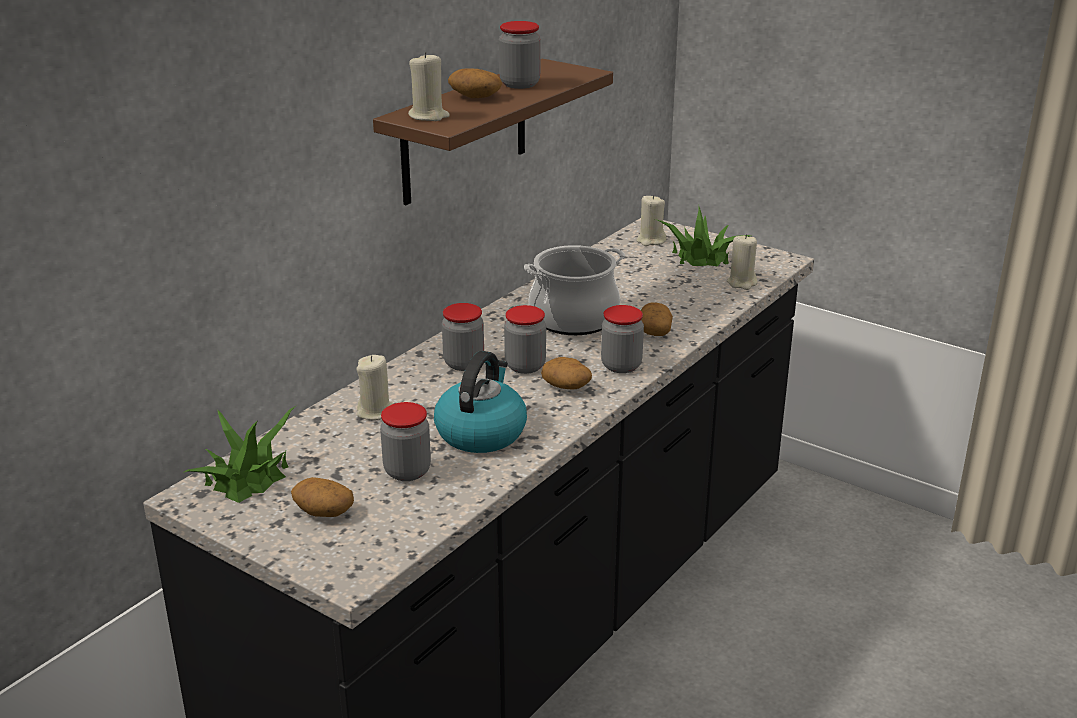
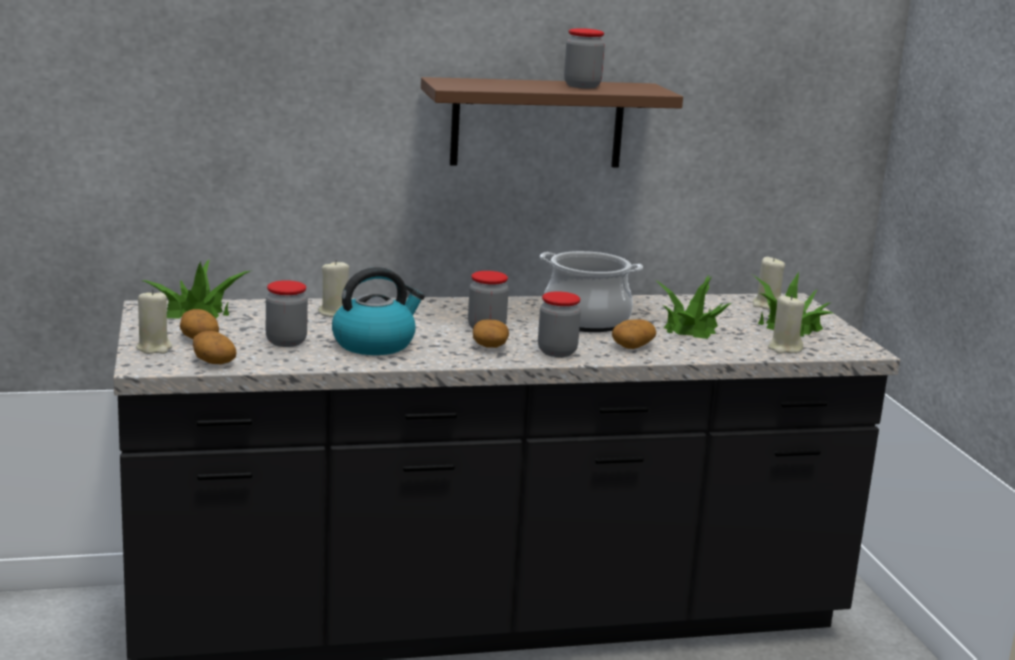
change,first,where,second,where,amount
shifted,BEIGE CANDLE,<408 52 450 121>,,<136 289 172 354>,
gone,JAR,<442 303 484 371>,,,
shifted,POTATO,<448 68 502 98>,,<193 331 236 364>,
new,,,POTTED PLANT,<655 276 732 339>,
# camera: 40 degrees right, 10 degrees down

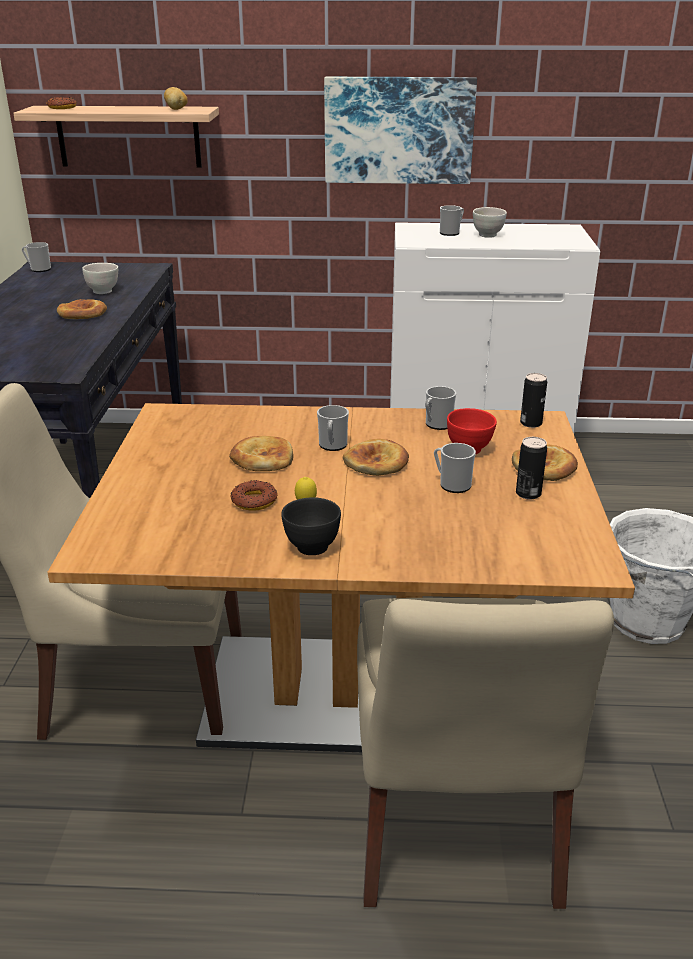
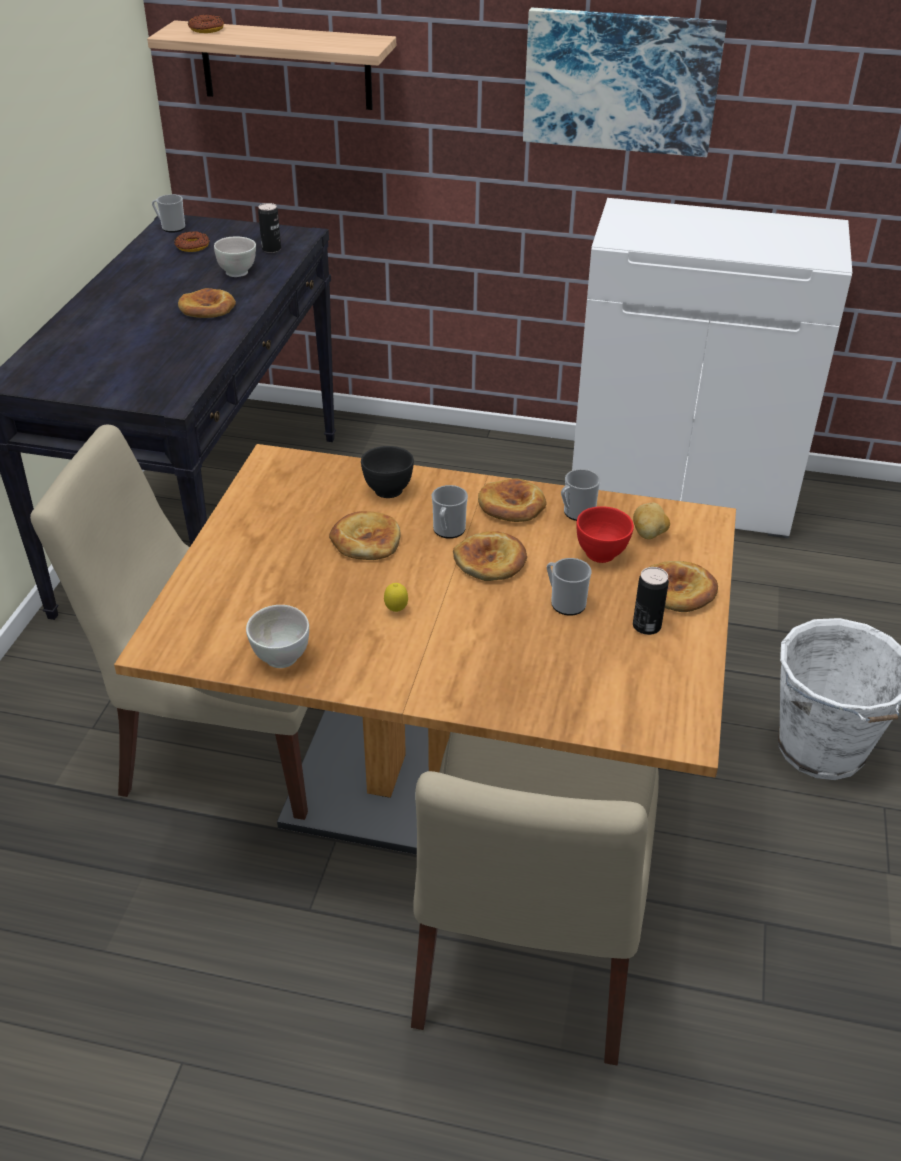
change,first,where,second,where,amount
shifted,POTATO,<164 87 188 110>,,<633 503 670 539>,
shifted,DONUT,<230 480 278 511>,,<174 231 210 252>,
shifted,BLACK BOWL,<281 497 341 555>,,<361 446 414 498>,
gone,MUG,<440 205 464 236>,,,
shifted,WHITE BOWL,<473 207 507 238>,,<246 605 309 668>,
shifted,CAN,<520 373 547 428>,,<258 203 281 253>,
new,,,BREAD,<478 478 547 522>,
# camera: 10 degrees right, 10 degrees up

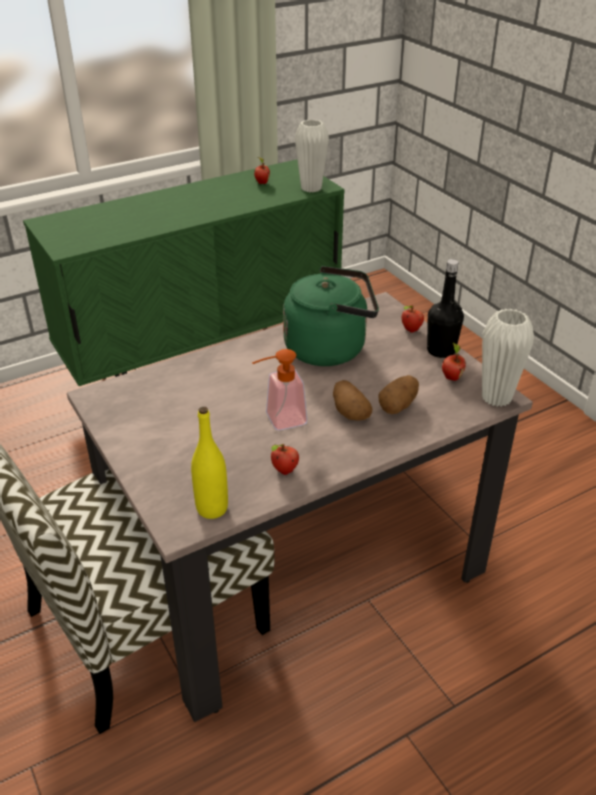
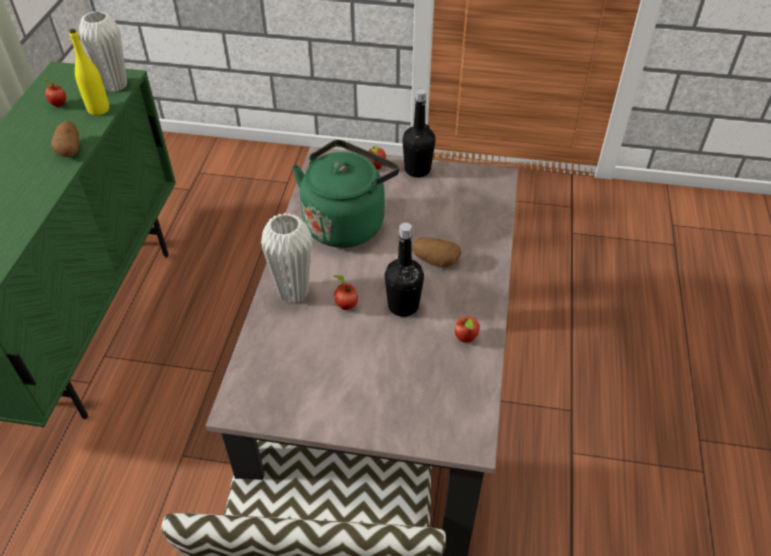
change,first,where,second,where,amount
shifted,YELLOW BOTTLE,<191 407 228 519>,,<69 29 109 115>,
swapped,SOAP DISPENSER,<252 349 307 430>,BLACK BOTTLE,<385 223 424 317>,
shifted,POTATO,<378 375 419 414>,,<51 121 80 157>,
shifted,APPLE,<442 342 466 381>,,<333 275 358 310>,
shifted,WHITE VASE,<482 309 534 407>,,<261 213 312 304>,
# camera: 50 degrees left, 10 degrees up

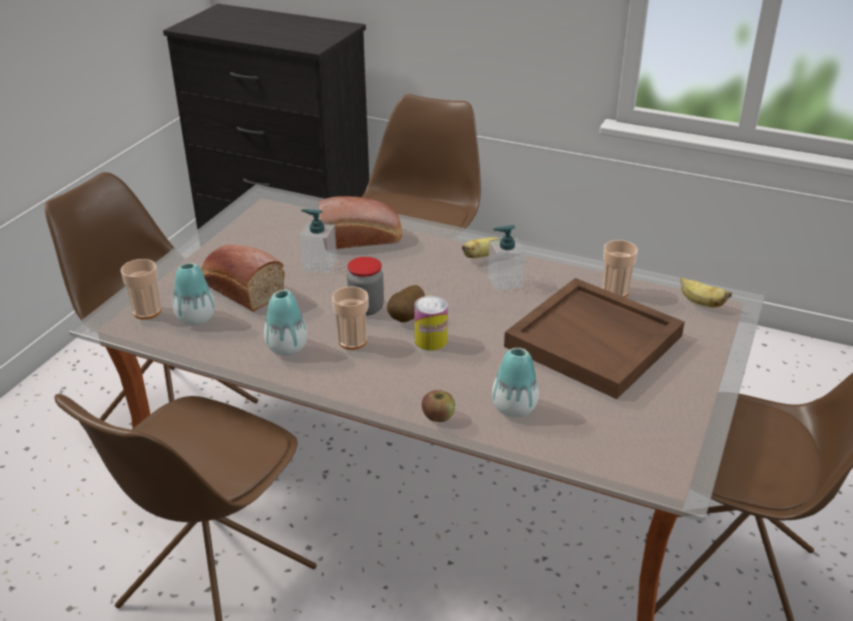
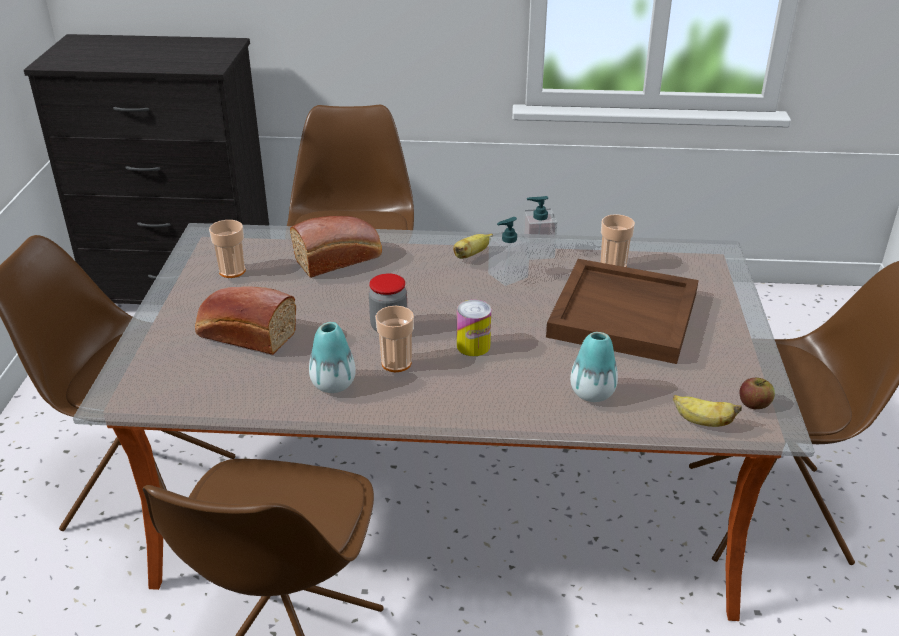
change,first,where,second,where,amount
shifted,CUP,<121 259 161 319>,,<209 220 246 278>,
gone,VASE,<173 263 215 326>,,,
shifted,SOAP DISPENSER,<299 209 337 273>,,<523 196 557 260>,
gone,POTATO,<387 285 425 322>,,,
shifted,APPLE,<422 390 455 422>,,<739 378 775 409>,
shifted,BANANA,<680 277 732 307>,,<673 395 742 427>,
# camera: 20 degrees left, 0 degrees up

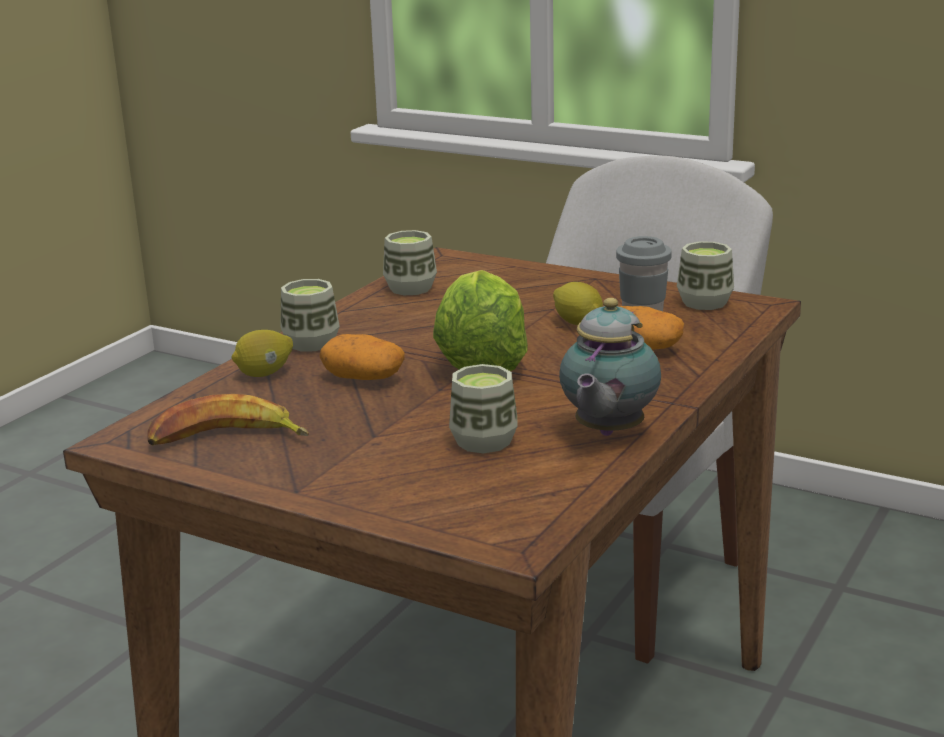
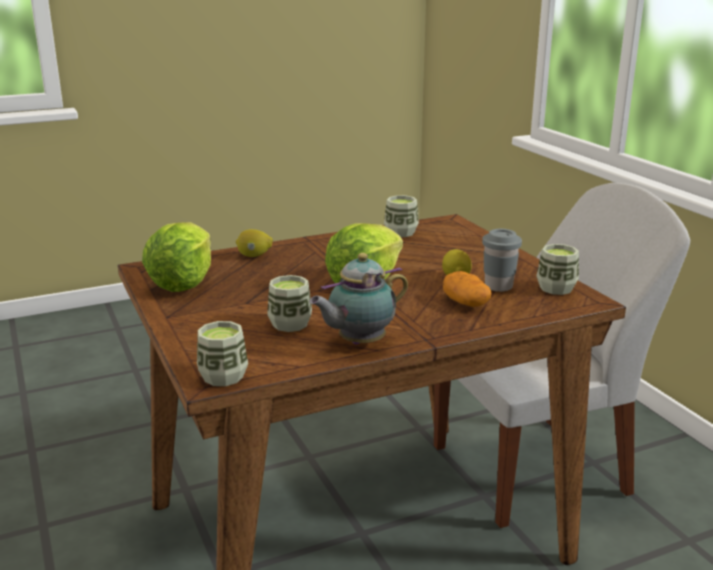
change,first,where,second,where,amount
swapped,BANANA,<147 394 309 445>,LETTUCE,<142 222 211 292>,
shifted,CUP,<281 279 340 351>,,<197 321 248 386>,
gone,POTATO,<319 334 405 380>,,,
# camera: 35 degrees right, 0 degrees up

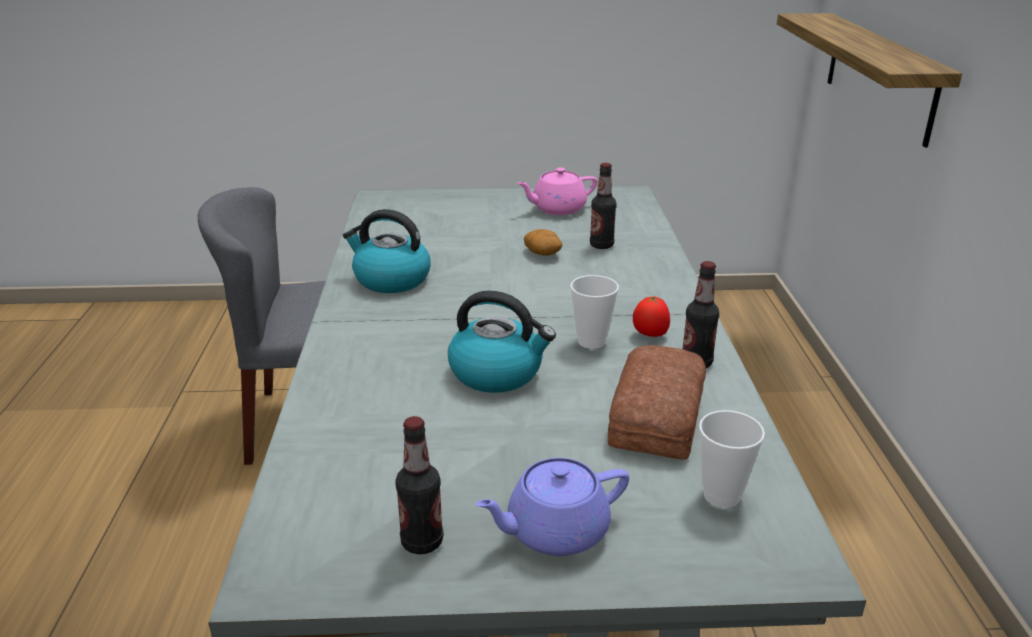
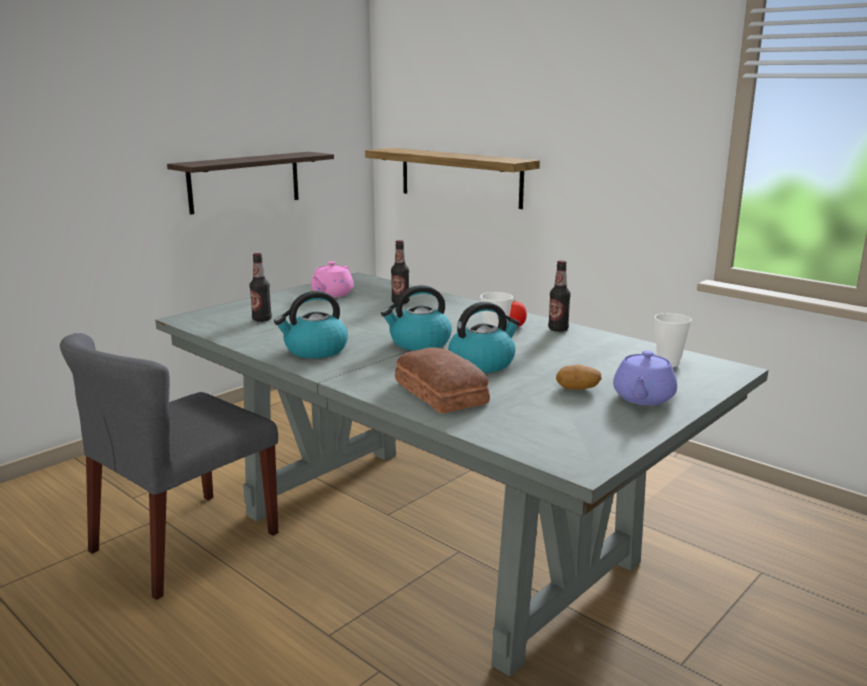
change,first,where,second,where,amount
shifted,BOTTLE,<395 416 443 554>,,<249 253 272 322>,
shifted,POTATO,<524 229 562 256>,,<556 365 601 390>,
shifted,BREAD,<608 345 706 459>,,<395 347 490 413>,
new,,,SHELF,<167 152 334 215>,
new,,,KETTLE,<381 285 452 351>,
# camera: 45 degrees left, 10 degrees down

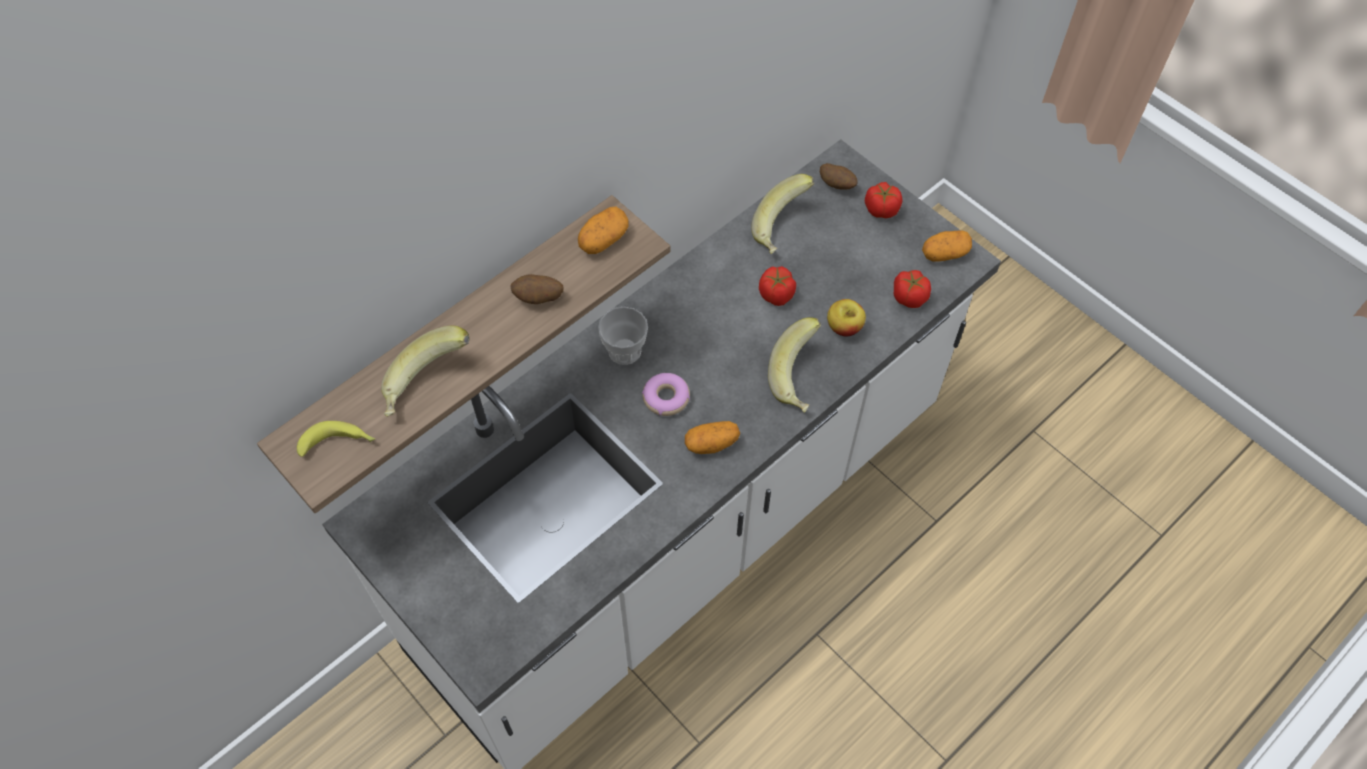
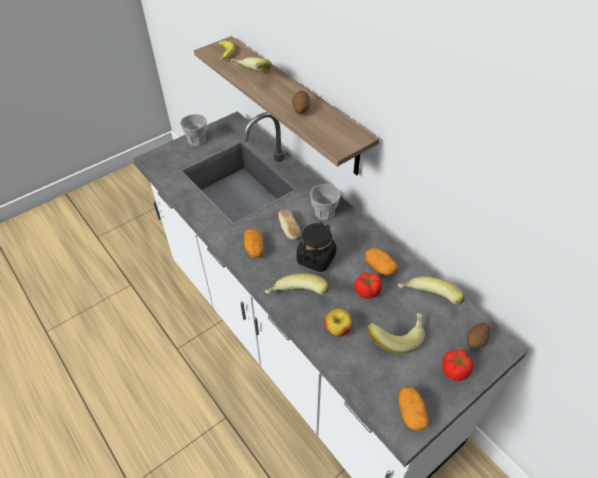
change,first,where,second,where,amount
shifted,POTATO,<578 207 629 254>,,<365 248 398 276>,
swapped,DONUT,<642 373 690 416>,BREAD,<278 209 300 240>,
gone,TOMATO,<893 270 931 308>,,,
new,,,CUP,<180 114 207 146>,
new,,,BLACK JAR,<296 222 336 272>,
new,,,BANANA,<368 313 425 354>,
# camera: 95 degrees right, 10 degrees down

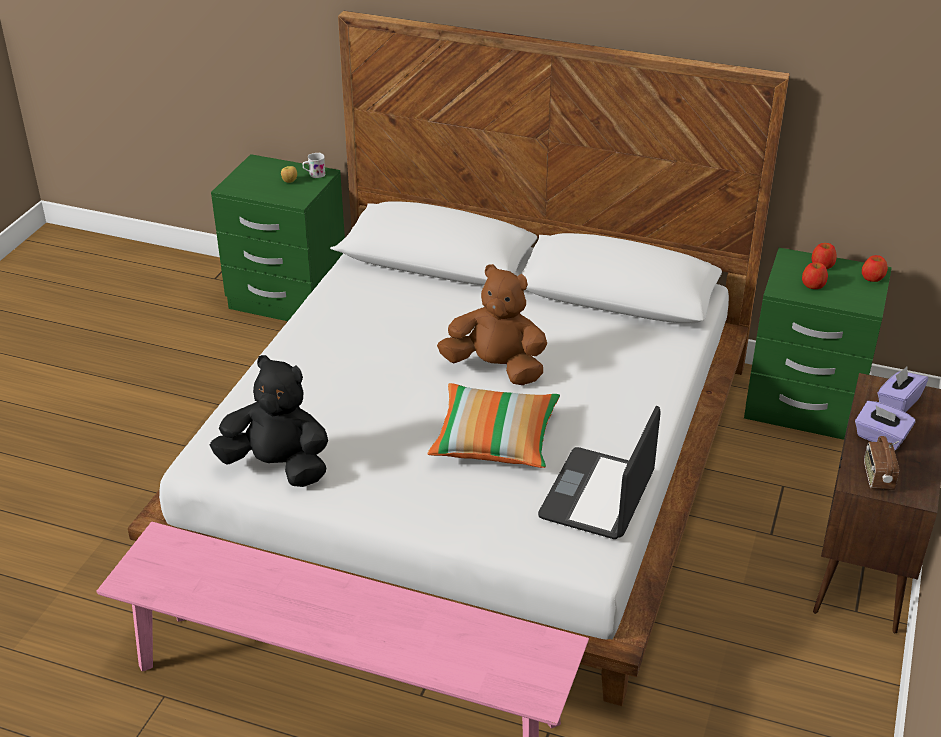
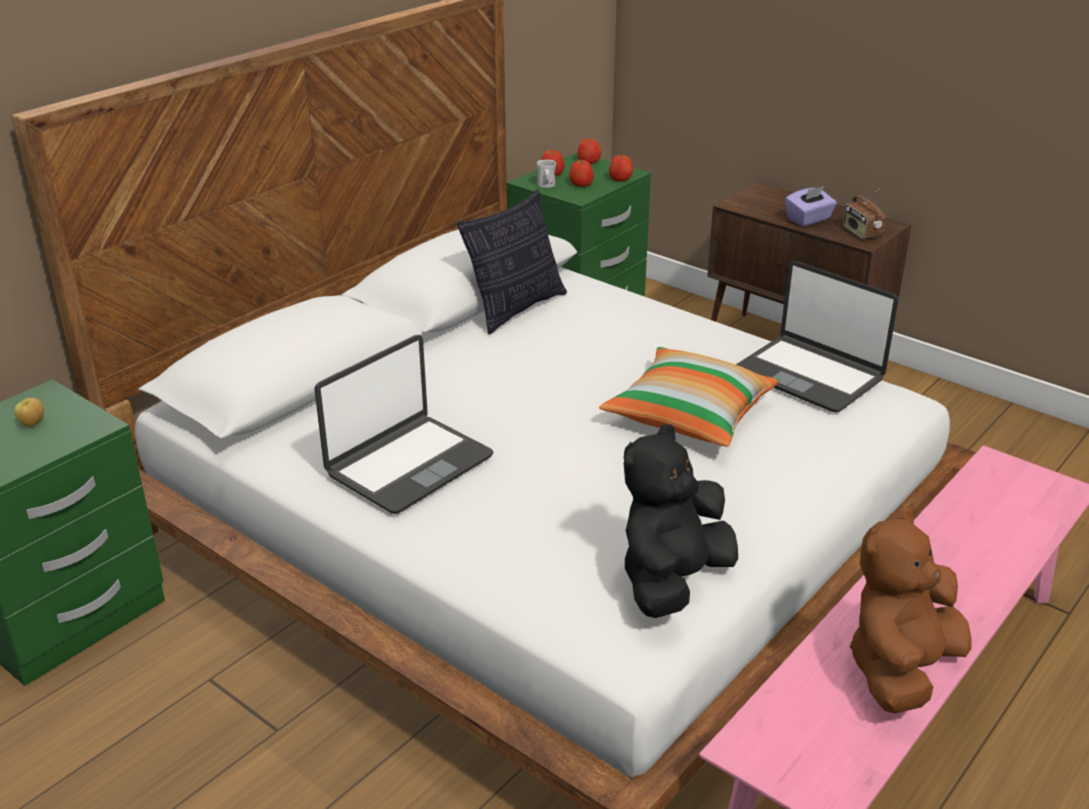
change,first,where,second,where,amount
shifted,WHITE MUG,<303 153 325 178>,,<537 160 556 188>,
shifted,BROWN PLUSH TOY,<437 264 547 385>,,<849 508 971 714>,
rotated,RADIO,<864 436 899 490>,,<843 189 885 240>,45 degrees clockwise
gone,PURPLE TISSUE BOX,<877 366 928 413>,,,
new,,,LAPTOP,<315 335 494 514>,
new,,,PILLOW,<457 190 567 335>,
new,,,APPLE,<609 155 633 181>,
# camera: 70 degrees left, 5 degrees down

